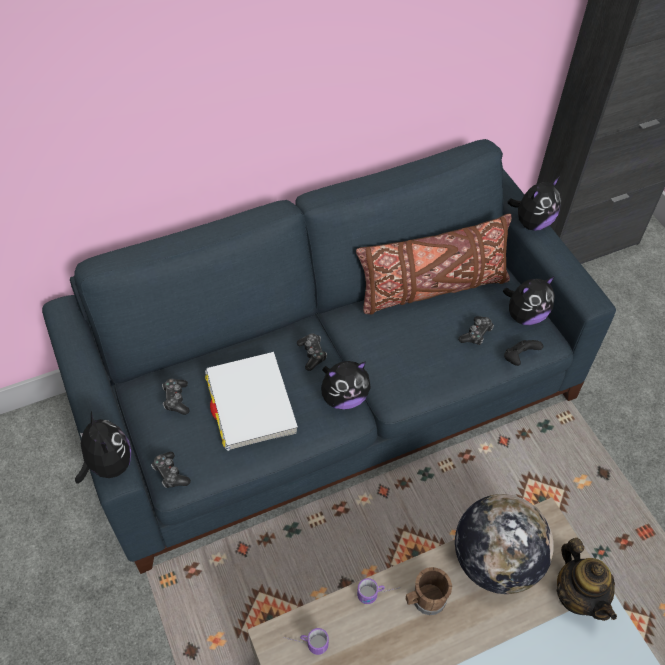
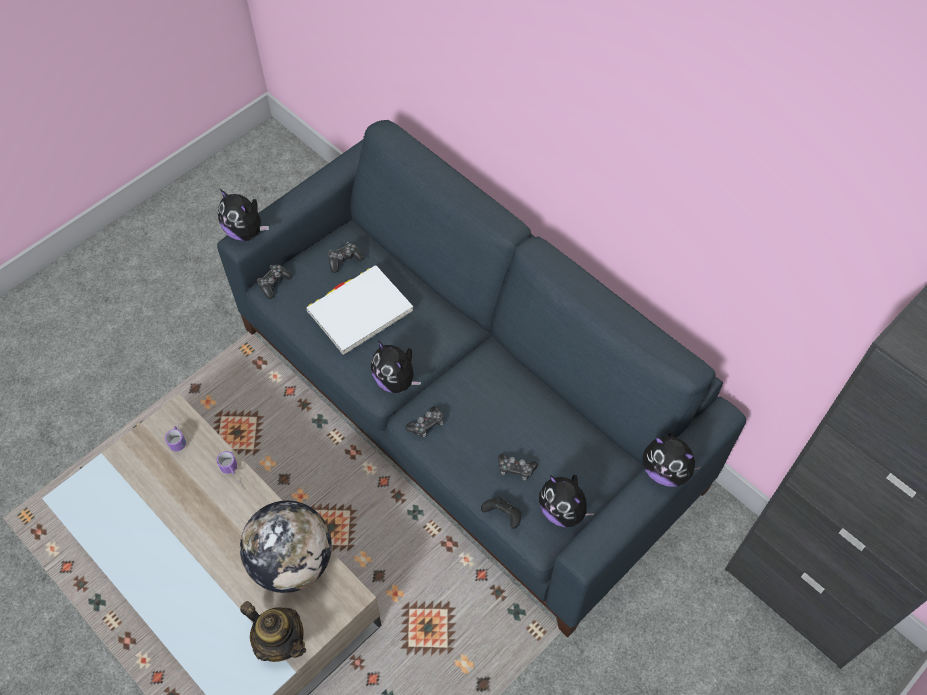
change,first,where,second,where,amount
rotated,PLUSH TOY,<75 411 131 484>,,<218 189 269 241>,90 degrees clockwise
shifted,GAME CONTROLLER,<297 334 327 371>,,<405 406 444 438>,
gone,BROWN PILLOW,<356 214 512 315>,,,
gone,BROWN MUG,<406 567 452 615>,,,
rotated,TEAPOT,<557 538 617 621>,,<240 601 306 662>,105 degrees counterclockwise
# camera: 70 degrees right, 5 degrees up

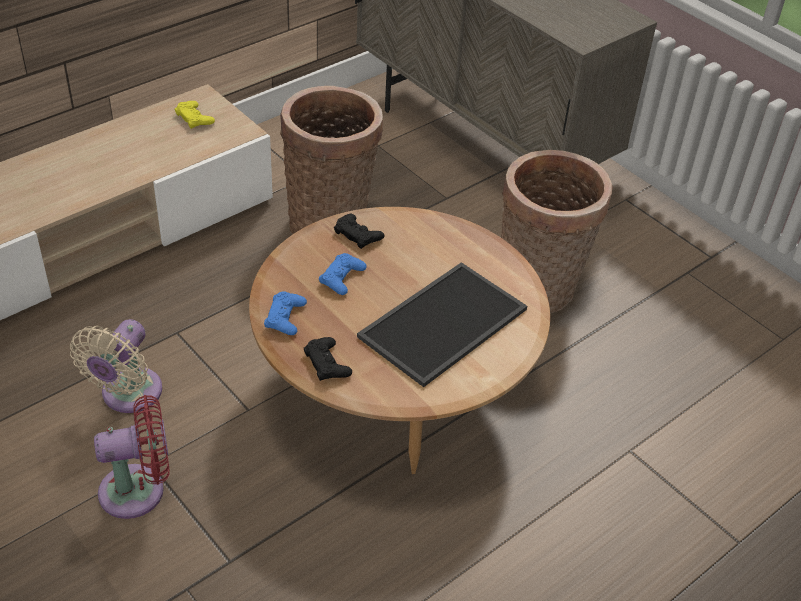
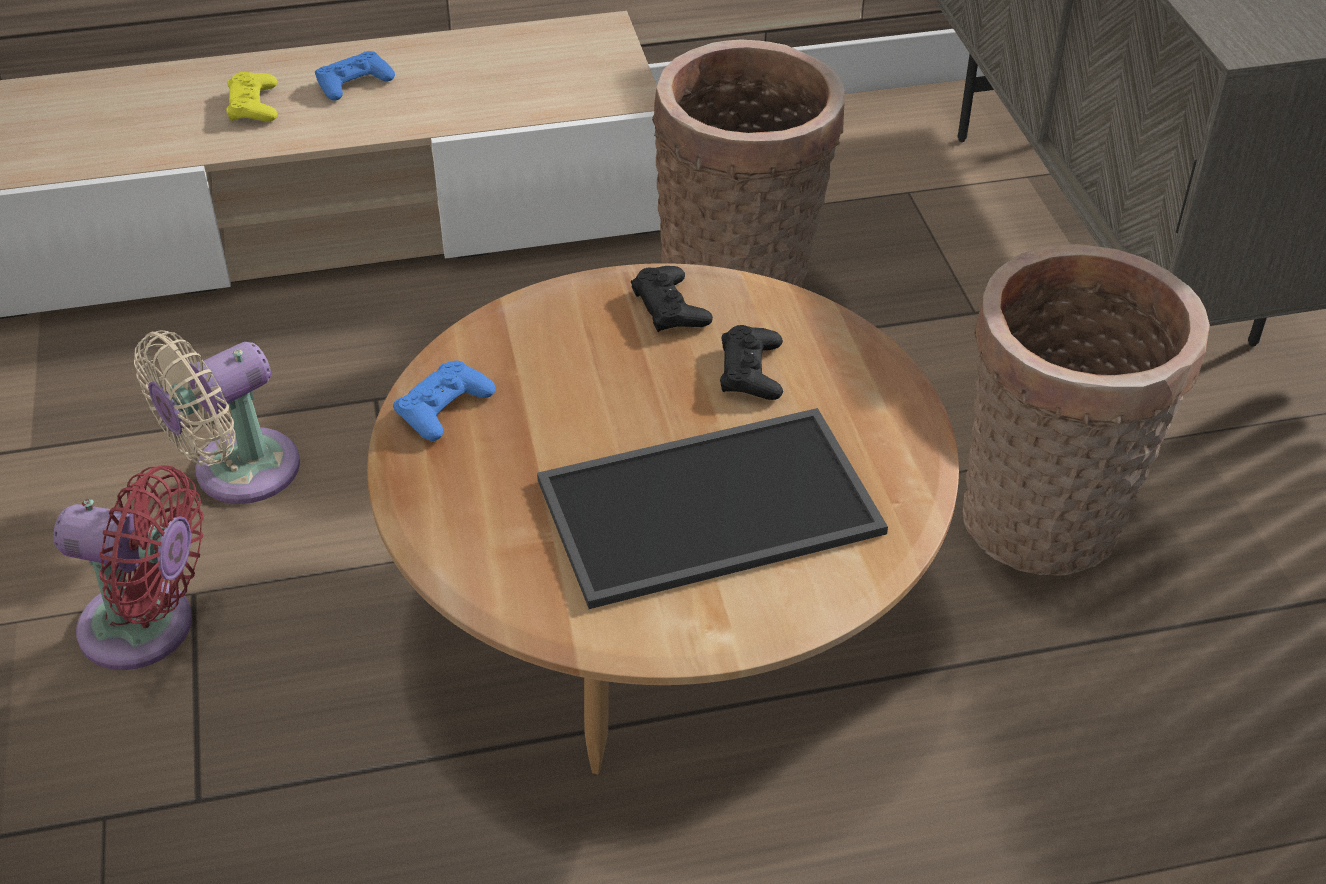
change,first,where,second,where,amount
shifted,YELLOW GAME CONTROLLER,<175 101 215 129>,,<226 72 278 121>,
shifted,BLACK GAME CONTROLLER,<303 337 352 381>,,<720 325 783 400>,
shifted,BLUE GAME CONTROLLER,<319 253 367 295>,,<315 51 395 101>,
# camera: 30 degrees right, 0 degrees up

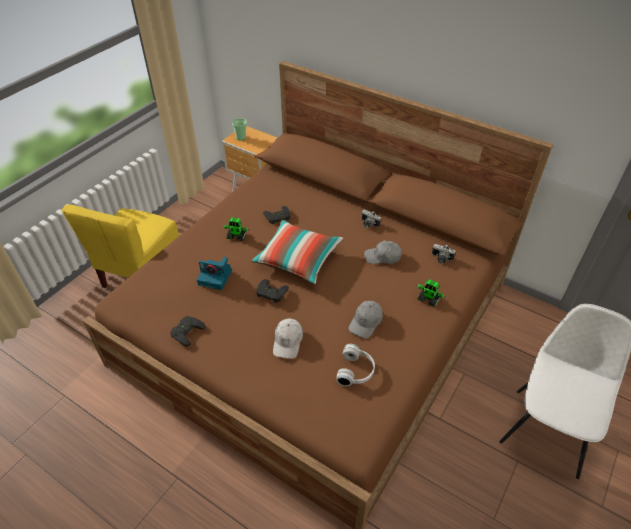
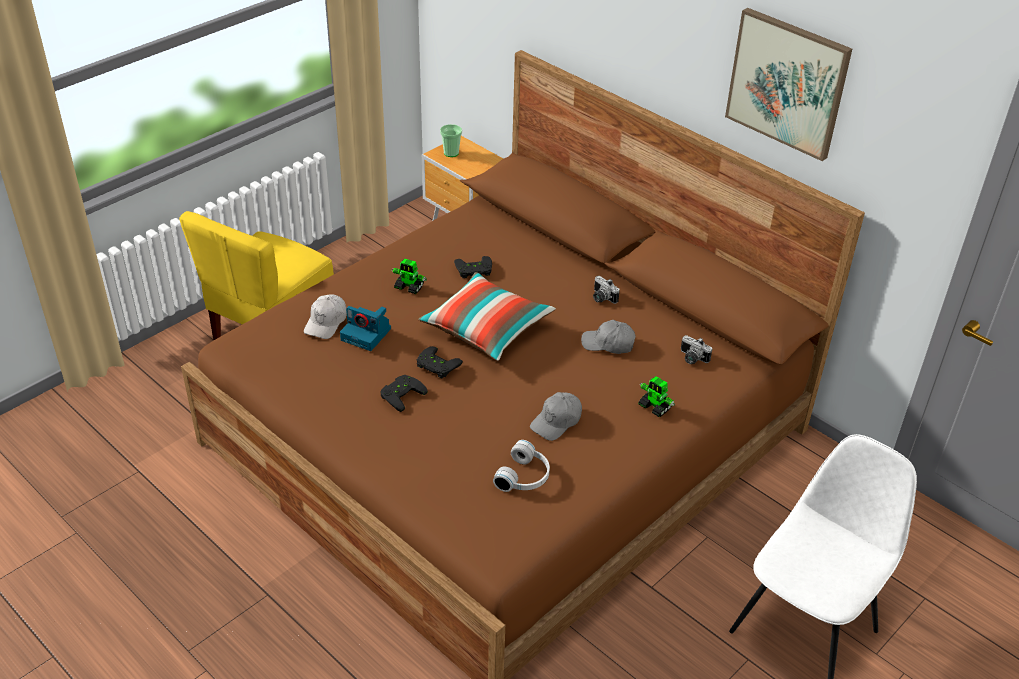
change,first,where,second,where,amount
shifted,BLACK GAME CONTROLLER,<170 316 206 347>,,<380 375 428 412>,
shifted,WHITE CAP,<273 319 303 359>,,<304 294 347 339>,
new,,,PICTURE,<725 8 852 161>,
# camera: 10 degrees right, 5 degrees down

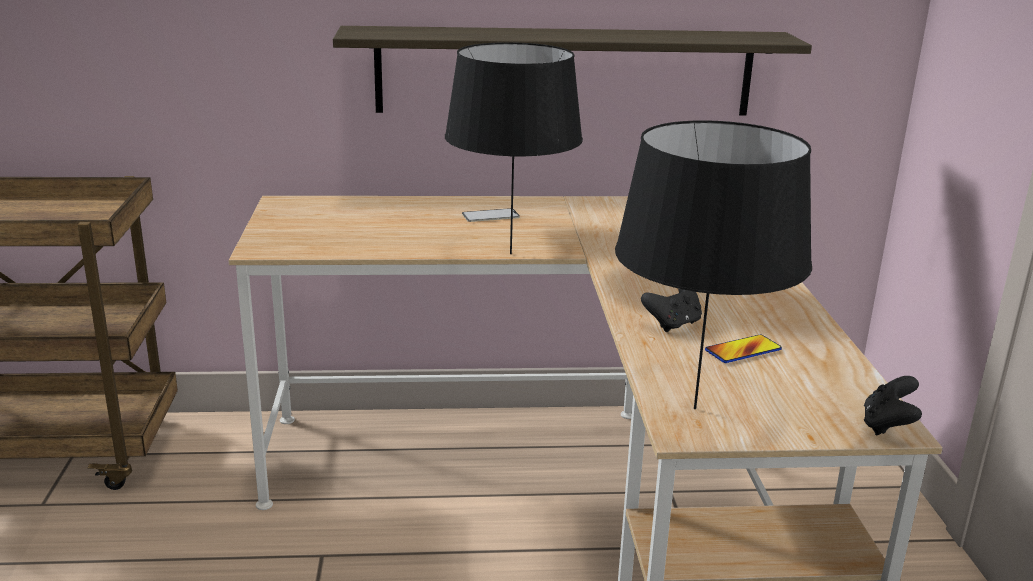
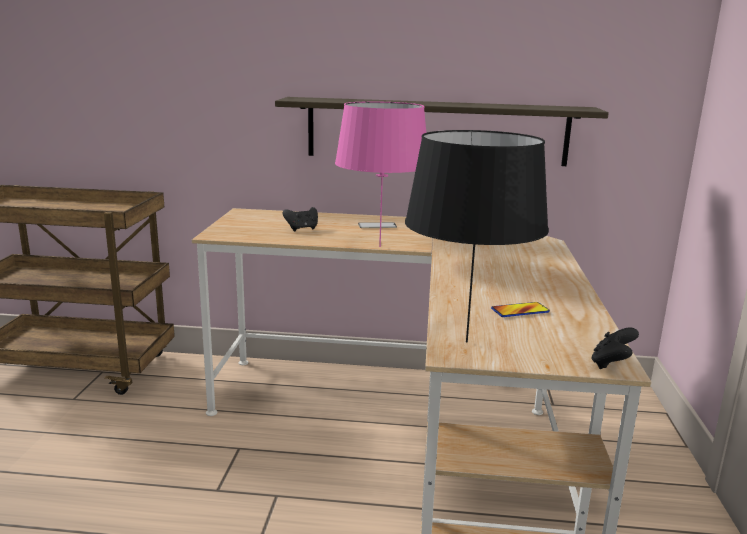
change,first,where,second,where,amount
repainted,BLACK TABLE LAMP,<445 42 583 254>,PINK TABLE LAMP,<335 101 426 247>,
shifted,BLACK GAME CONTROLLER,<641 289 702 332>,,<283 207 318 231>,
# camera: 10 degrees right, 5 degrees down

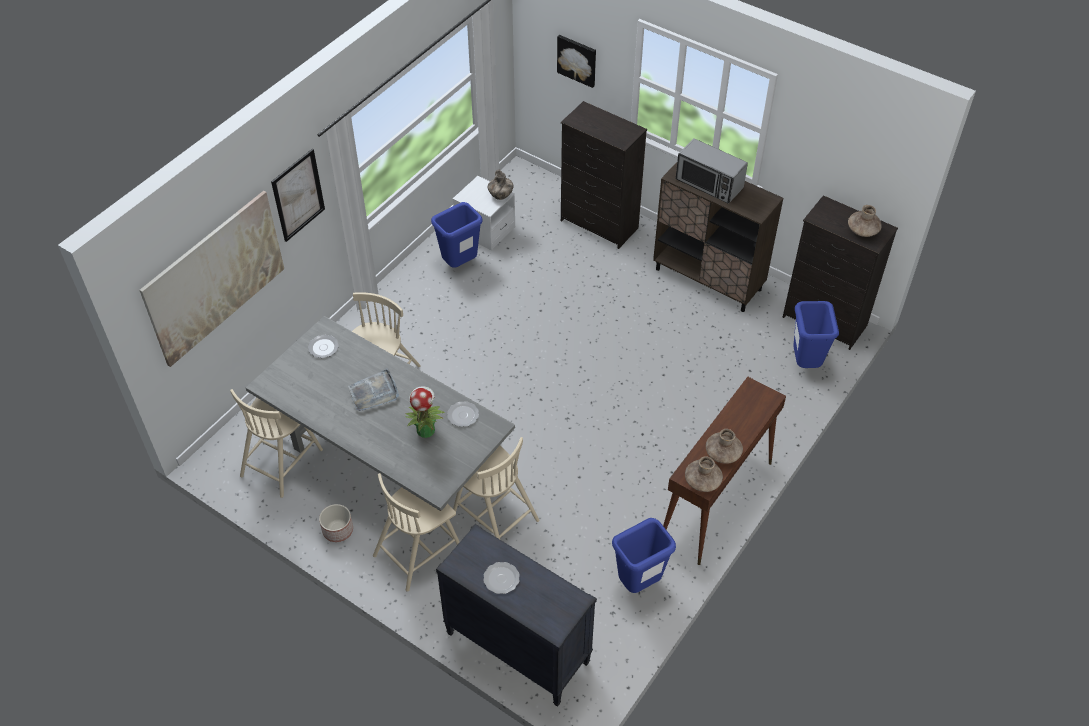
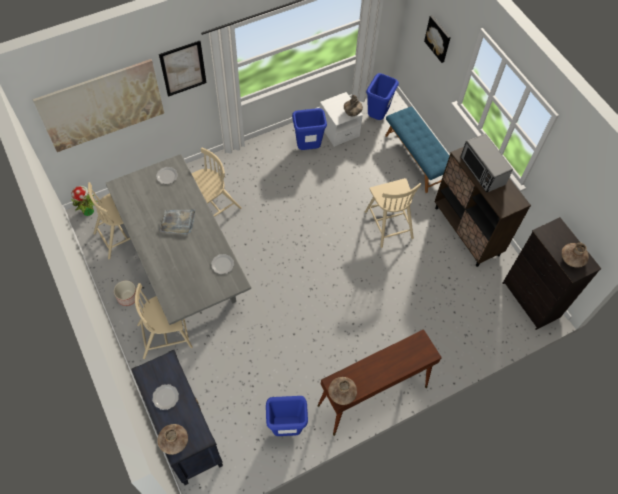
change,first,where,second,where,amount
shifted,POTTED PLANT,<405 386 445 438>,,<71 186 98 216>,
shifted,BEIGE CHAIR,<453 437 540 539>,,<365 178 421 248>,
swapped,BLACK DRESSER,<561 101 647 249>,BLUE BENCH,<385 106 449 193>,
shifted,BROWN VASE,<706 429 743 464>,,<157 424 188 455>,
shifted,BLUE TRASH CAN,<793 301 839 368>,,<366 73 399 120>,
# camera: 25 degrees right, 10 degrees up

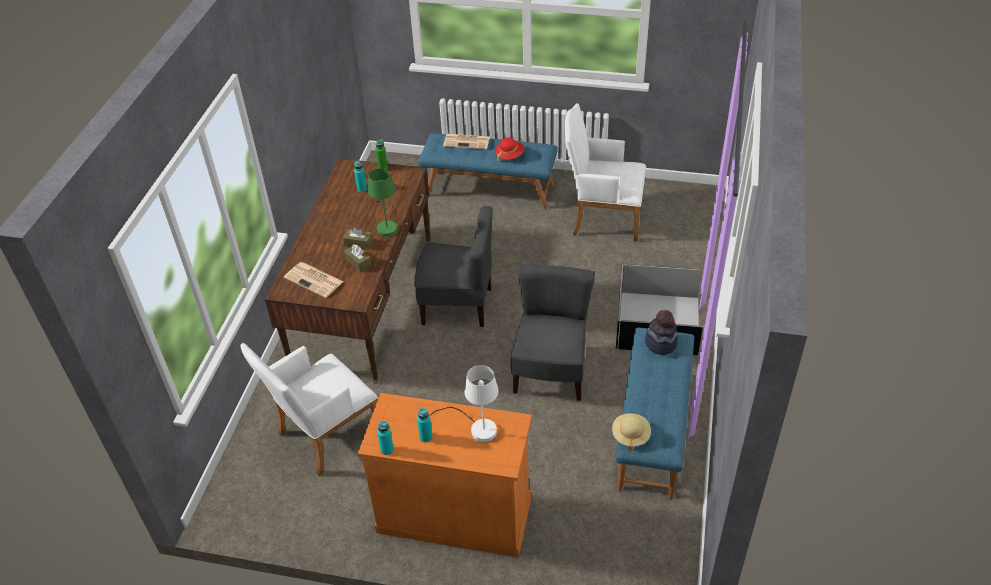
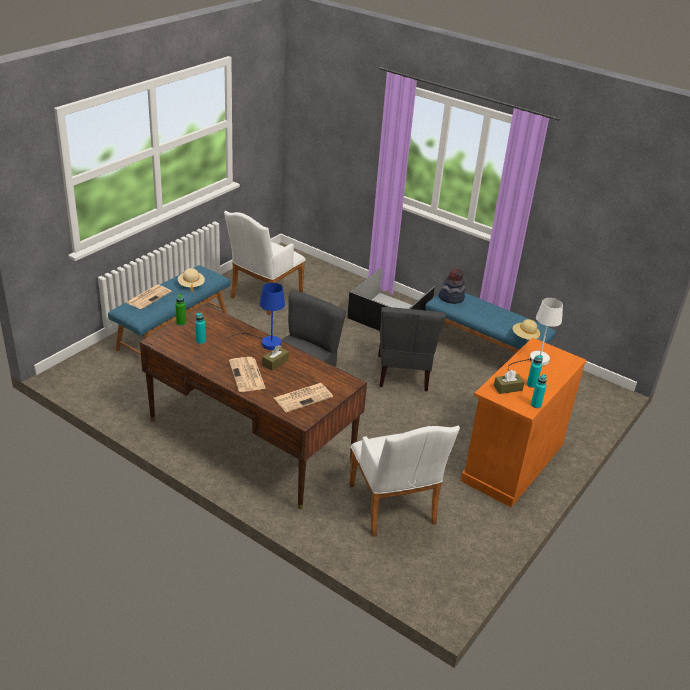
change,first,where,second,where,amount
shifted,BROWN TISSUE BOX,<344 244 372 272>,,<494 370 525 394>,
repainted,GREEN TABLE LAMP,<368 168 398 237>,BLUE TABLE LAMP,<226 283 285 350>,
repainted,RED HAT,<495 137 524 161>,BEIGE HAT,<178 268 205 292>,
rotated,GREY CHAIR,<510 264 595 401>,,<378 307 446 391>,120 degrees counterclockwise
new,,,NEWSPAPER,<229 357 266 392>,
# camera: 70 degrees left, 10 degrees down

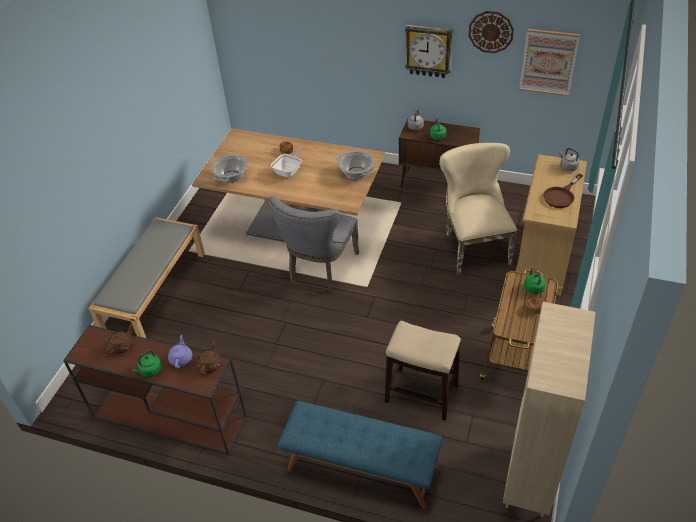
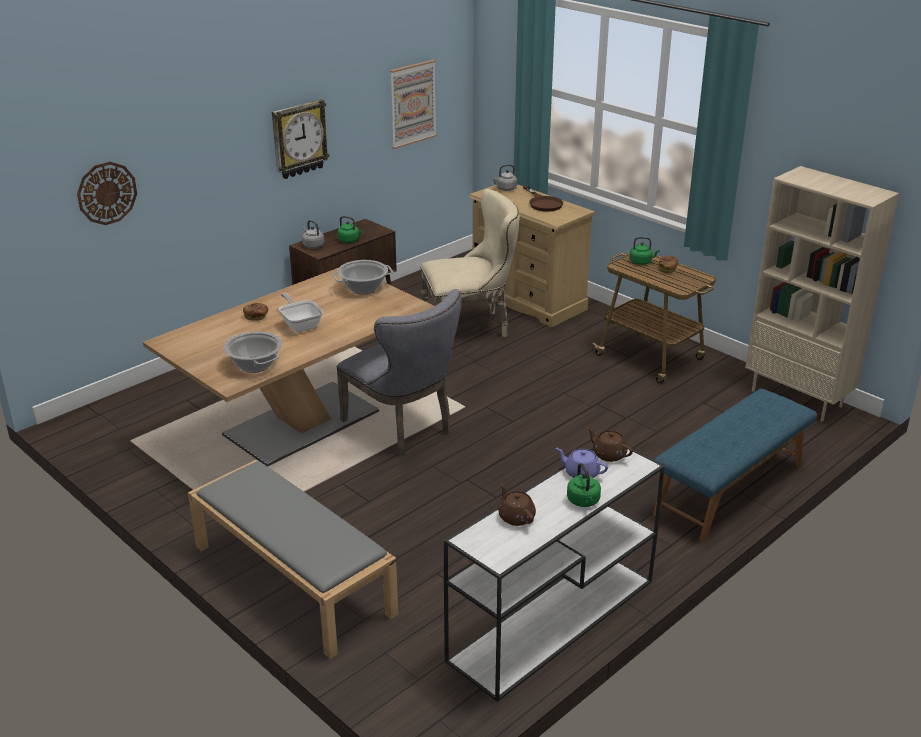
change,first,where,second,where,amount
repainted,BROWN CONSOLE TABLE,<63 325 247 455>,WHITE CONSOLE TABLE,<444 448 665 702>,
gone,STOOL,<385 321 461 421>,,,
rotated,BEIGE CHAIR,<439 143 518 275>,,<420 189 520 337>,150 degrees clockwise
shifted,WALL CLOCK,<468 11 514 53>,,<77 162 137 225>,
# camera: 65 degrees left, 15 degrees down

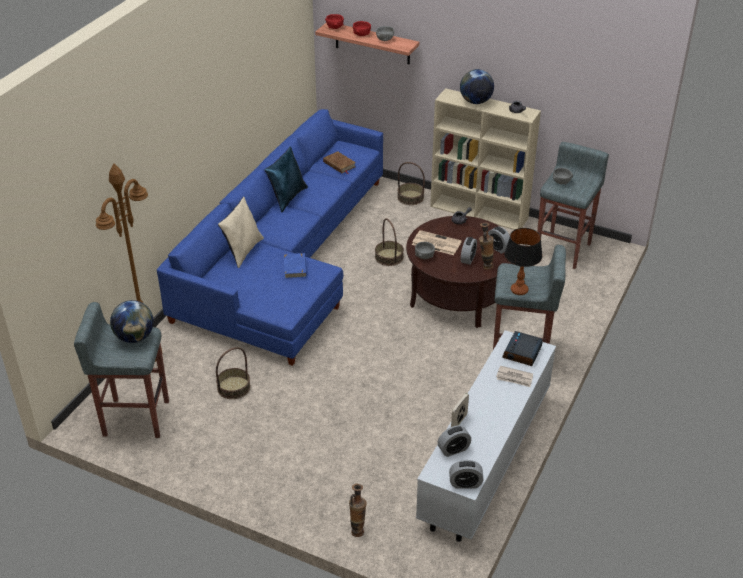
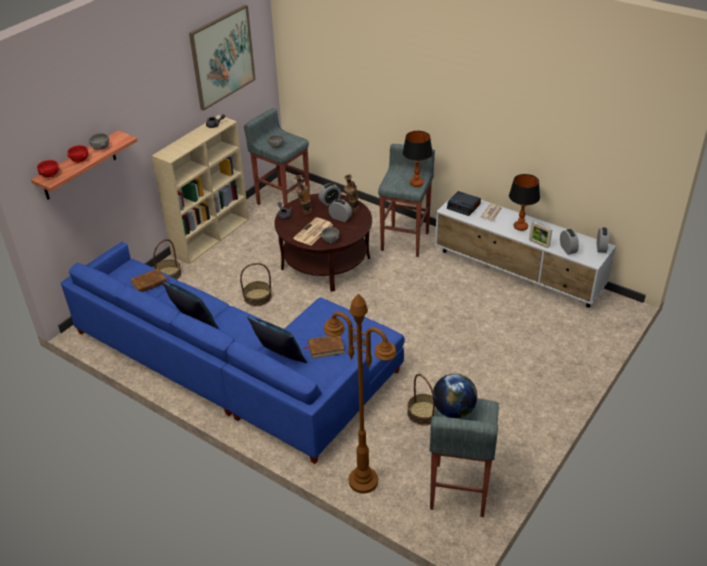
change,first,where,second,where,amount
repainted,BEIGE PILLOW,<218 196 264 268>,BLUE PILLOW,<247 316 307 363>,
gone,BLUE BOOK,<284 253 307 279>,,,
shifted,VASE,<349 484 367 537>,,<294 175 312 215>,
gone,GLOBE,<460 69 494 104>,,,
new,,,PICTURE,<189 5 256 111>,
new,,,BROWN BOOK,<303 335 345 359>,
new,,,TABLE LAMP,<509 174 540 231>,
# camera: 80 degrees left, 0 degrees up

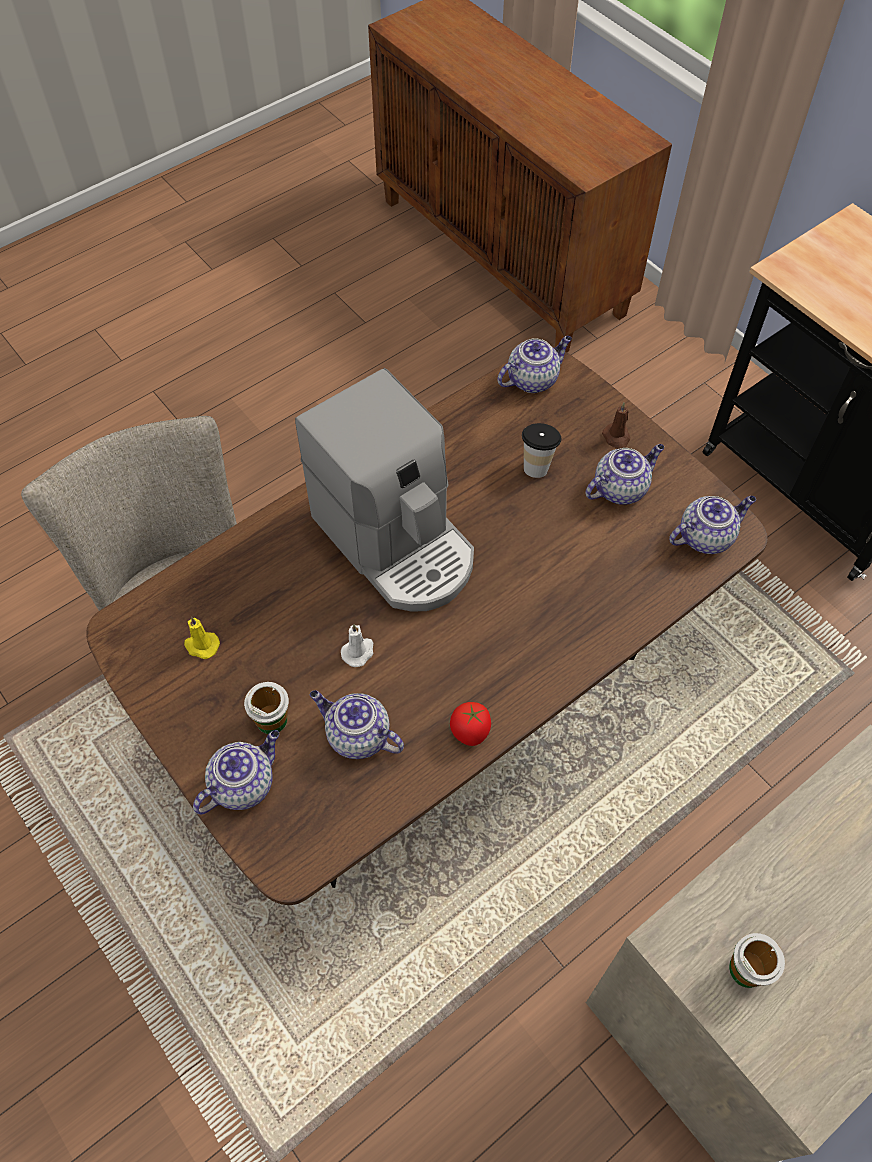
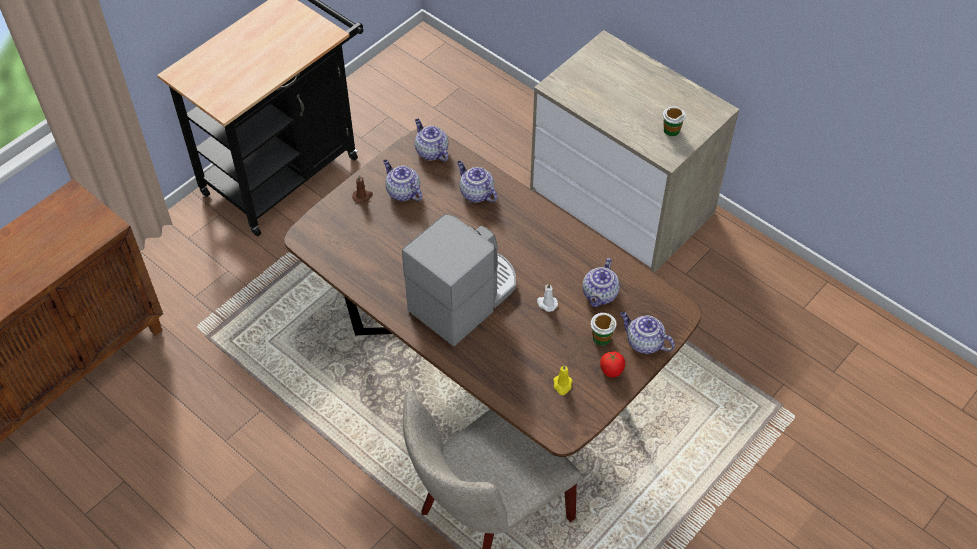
change,first,where,second,where,amount
shifted,TOMATO,<450 702 491 746>,,<600 351 625 377>,
shifted,TEAPOT,<497 336 572 393>,,<457 161 497 203>,
gone,CUP,<522 423 561 478>,,,
# camera: 100 degrees left, 5 degrees down

